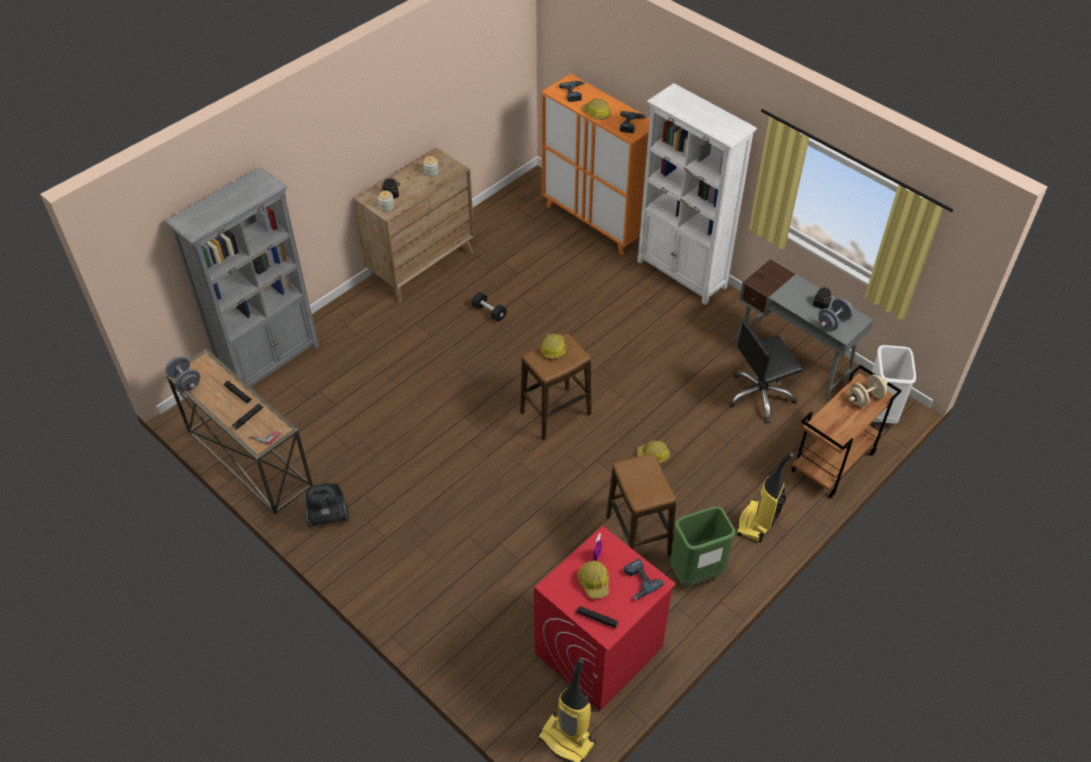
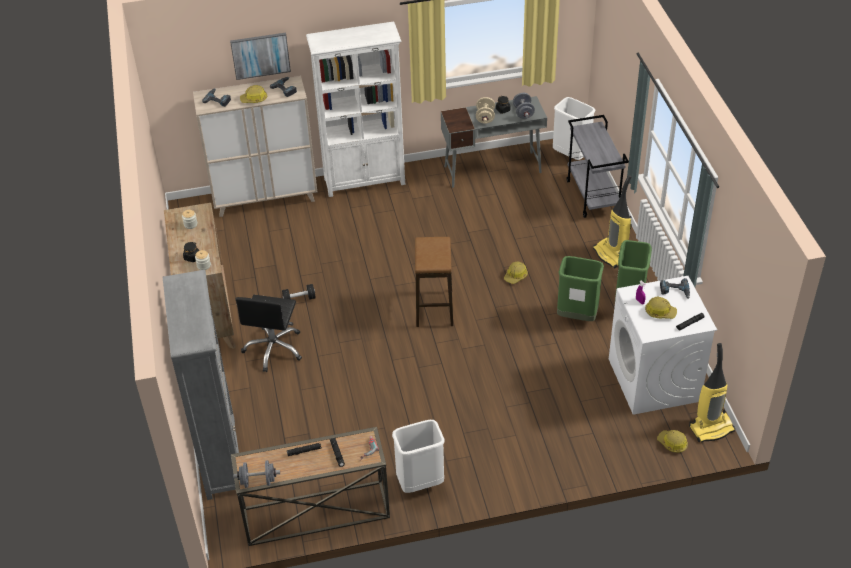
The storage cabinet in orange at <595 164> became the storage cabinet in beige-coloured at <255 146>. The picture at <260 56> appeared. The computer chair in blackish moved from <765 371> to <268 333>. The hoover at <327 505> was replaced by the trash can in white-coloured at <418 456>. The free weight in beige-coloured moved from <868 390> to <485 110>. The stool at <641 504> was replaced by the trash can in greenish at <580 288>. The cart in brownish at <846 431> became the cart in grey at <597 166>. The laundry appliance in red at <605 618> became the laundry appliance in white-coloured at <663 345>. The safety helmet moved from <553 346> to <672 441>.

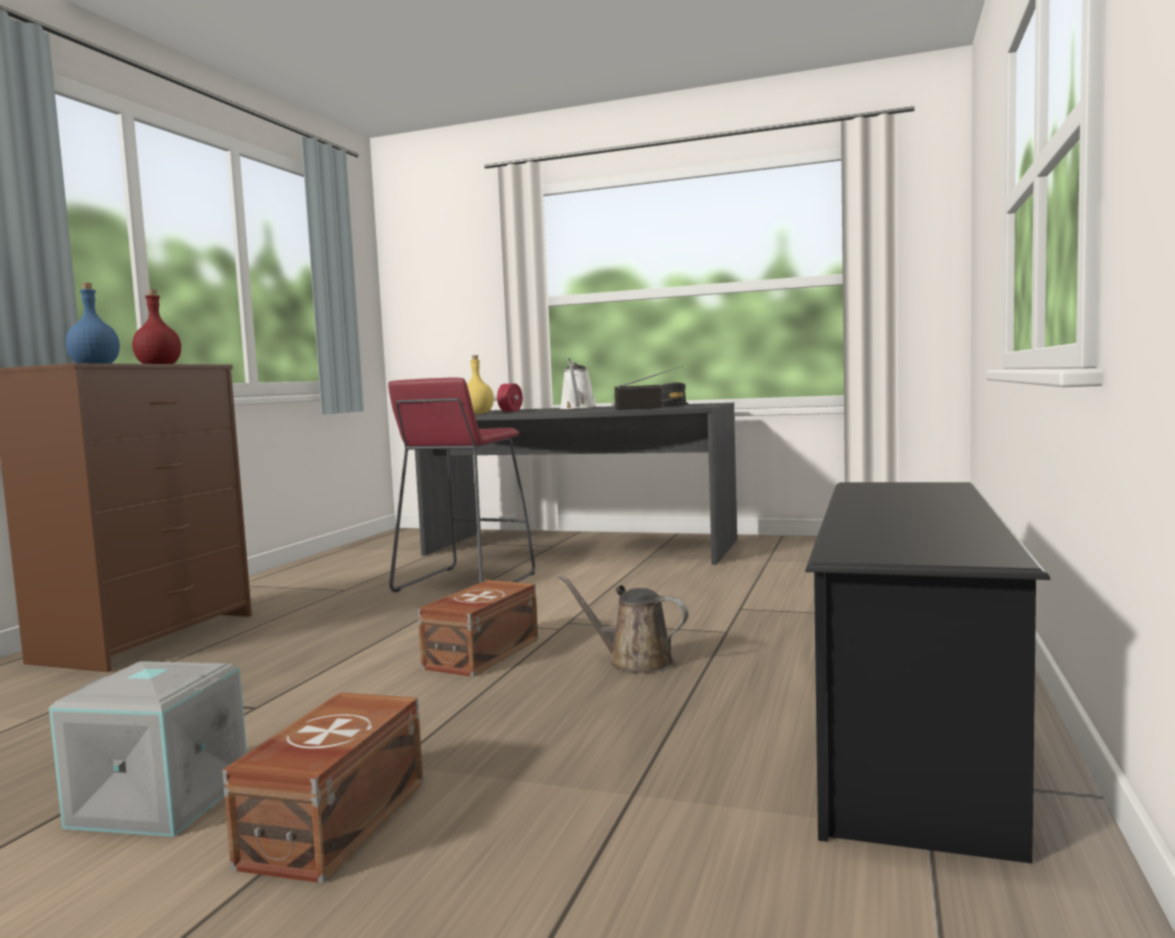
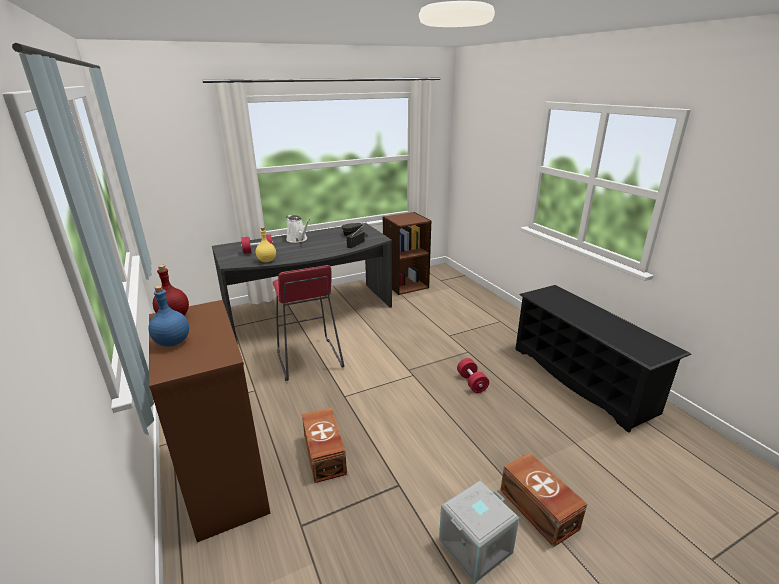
The storage box in brownish moved from <478 628> to <324 445>. The bookshelf in brownish at <407 253> appeared. The watering can in brownish at <623 623> was replaced by the free weight in red at <473 375>.

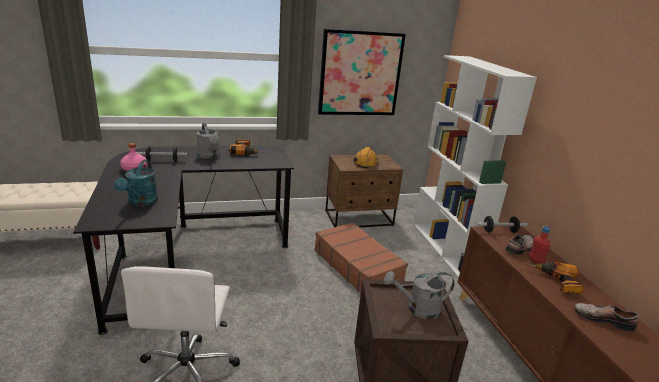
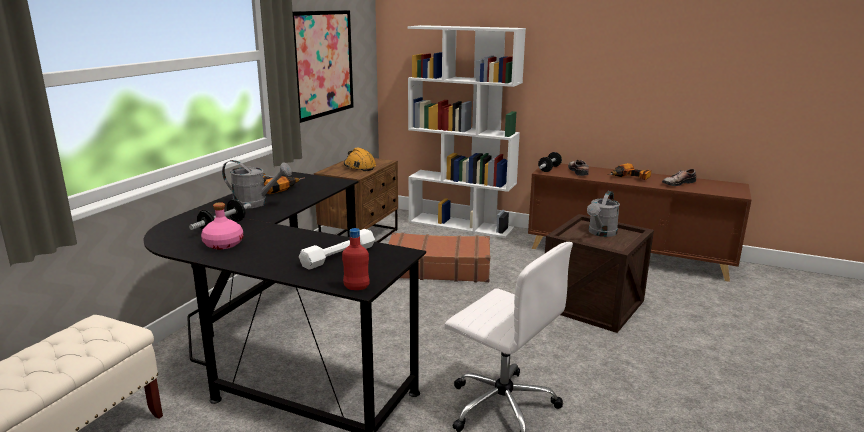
The watering can in blue-green at <136 182> was replaced by the free weight in white-coloured at <337 249>. The beverage bottle in red moved from <539 245> to <356 259>.

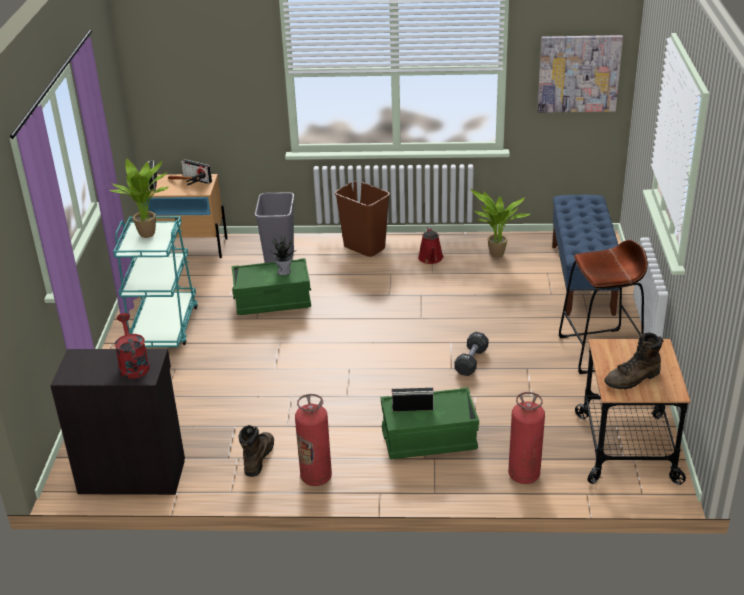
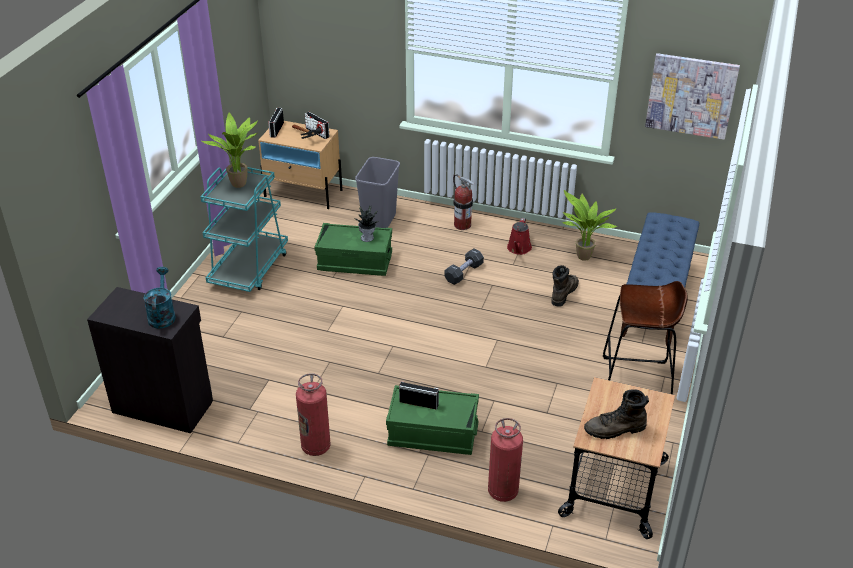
The watering can in red at <132 346> became the watering can in blue-green at <159 298>. The free weight in blackish moved from <471 354> to <464 267>. The trash can in brownish at <362 219> was replaced by the fire-fighting cylinder at <464 202>. The boot in brownish moved from <256 451> to <565 286>.

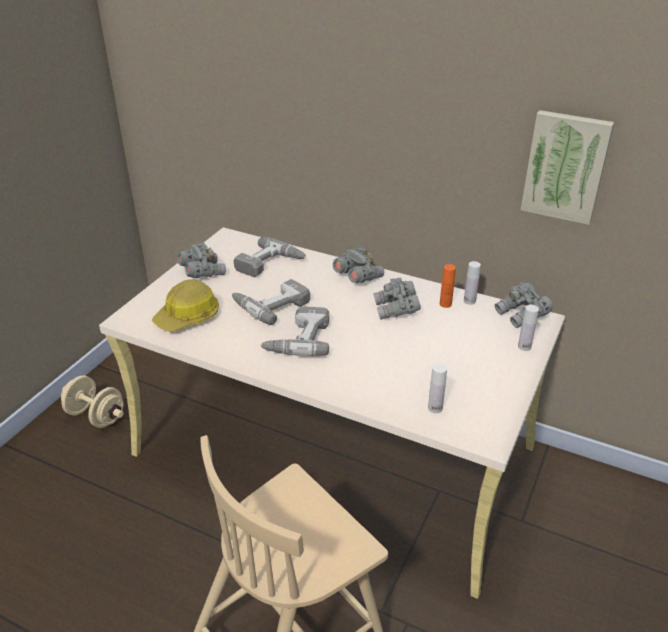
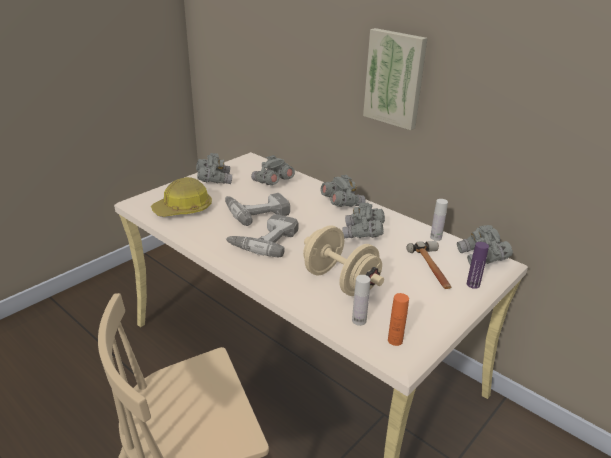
The power drill at <270 257> was replaced by the binoculars in grey at <273 170>. The free weight in beige-coloured moved from <92 401> to <343 260>. The picture moved from <567 167> to <395 79>. The beverage bottle in orange moved from <448 286> to <398 319>. The hammer at <429 265> appeared. The beverage bottle in white-coloured at <528 328> became the beverage bottle in purple-coloured at <478 265>.

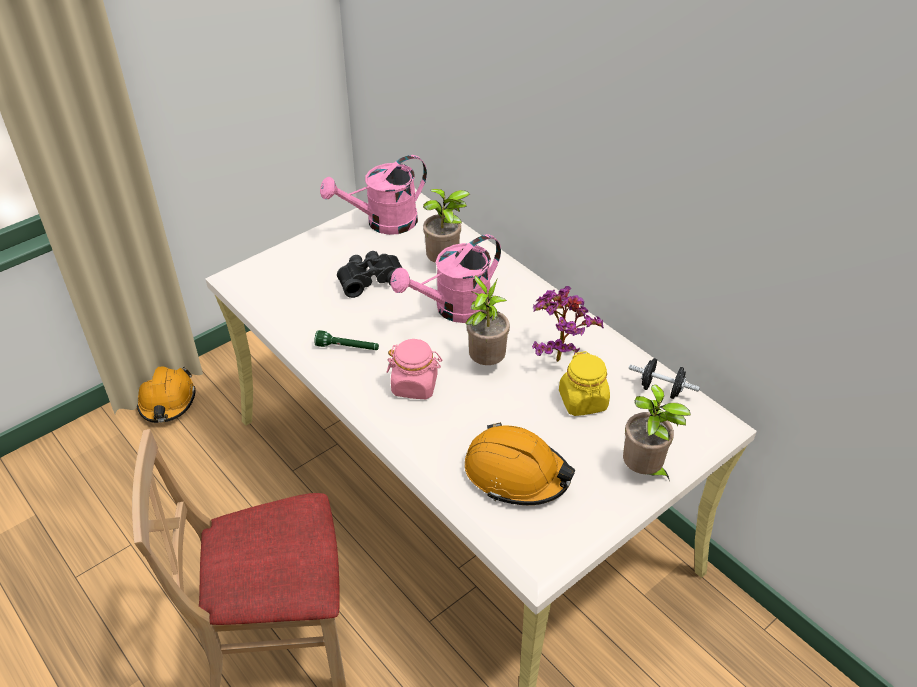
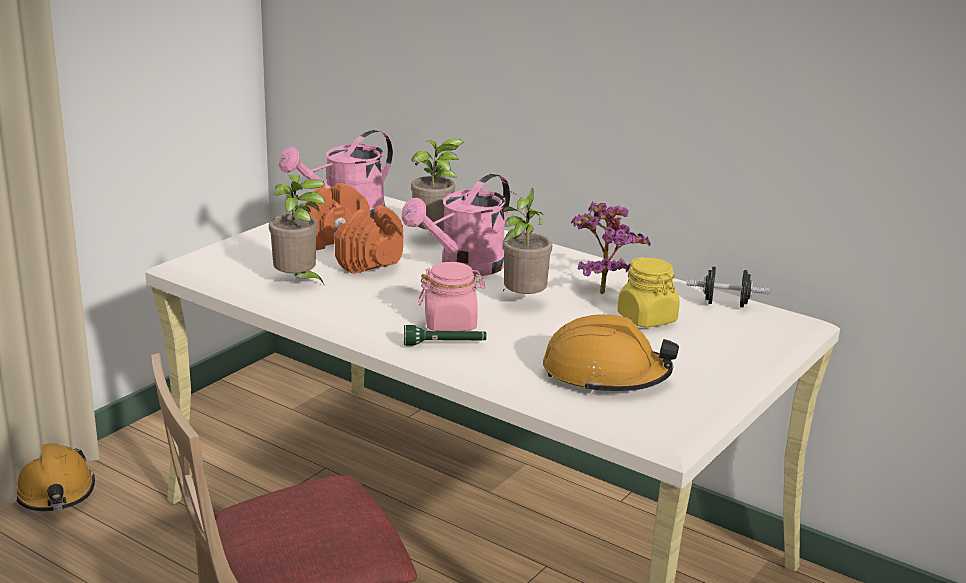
The houseplant moved from <657 433> to <297 229>. The binoculars in blackish at <369 274> was replaced by the free weight in orange at <354 228>. The hand torch in greenish moved from <346 340> to <445 335>.

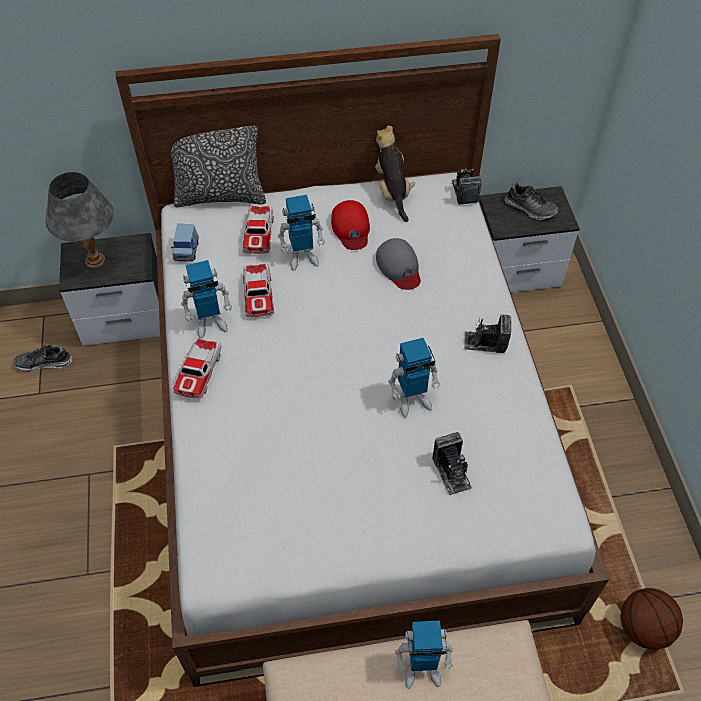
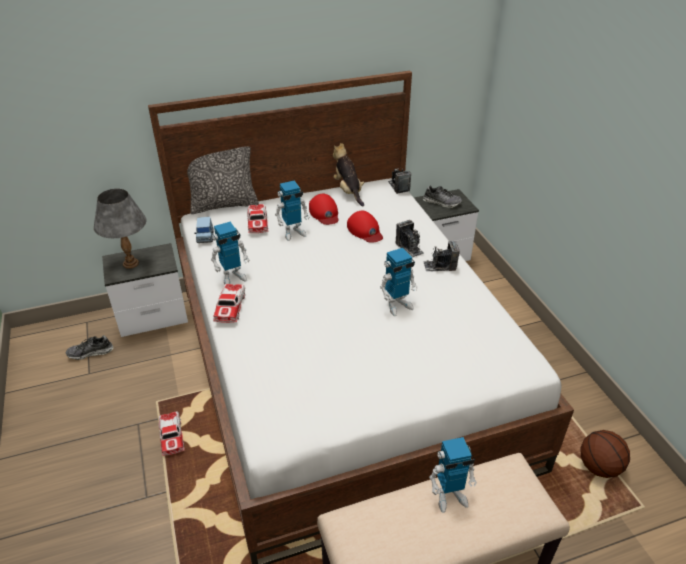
The miniature car moved from <258 290> to <171 434>. The peaked cap in grey at <398 264> became the peaked cap in red at <365 227>. The still camera moved from <452 464> to <410 238>.

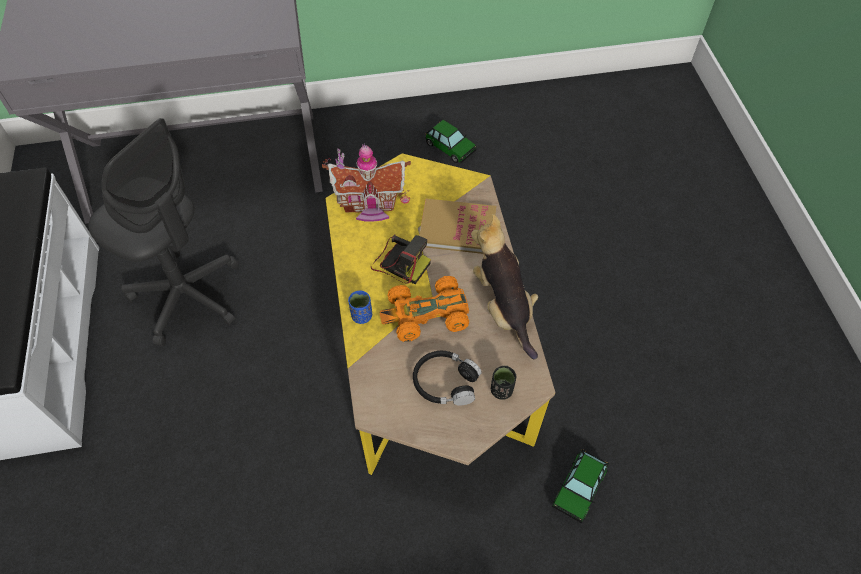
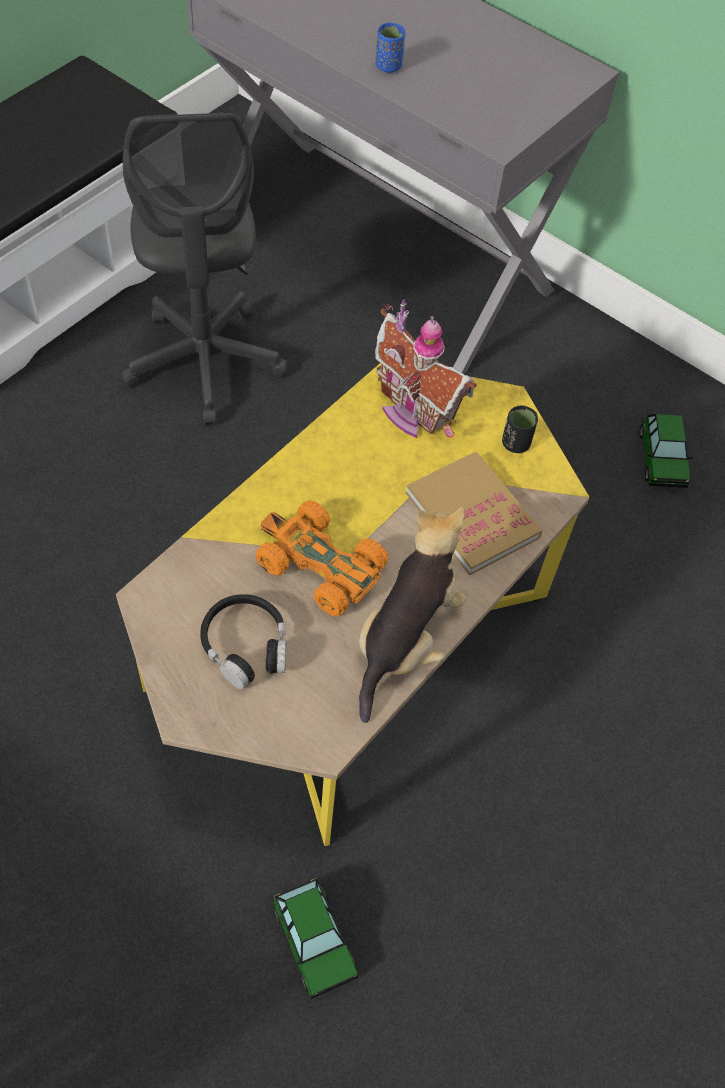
The miniature car at <580 486> turned 105 degrees counterclockwise. The drinking cup in bluish moved from <360 307> to <390 48>. The drinking cup in blackish moved from <503 383> to <520 429>. The still camera at <401 259> disappeared.

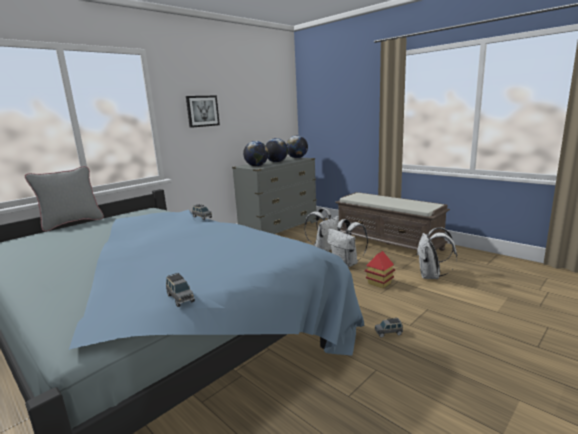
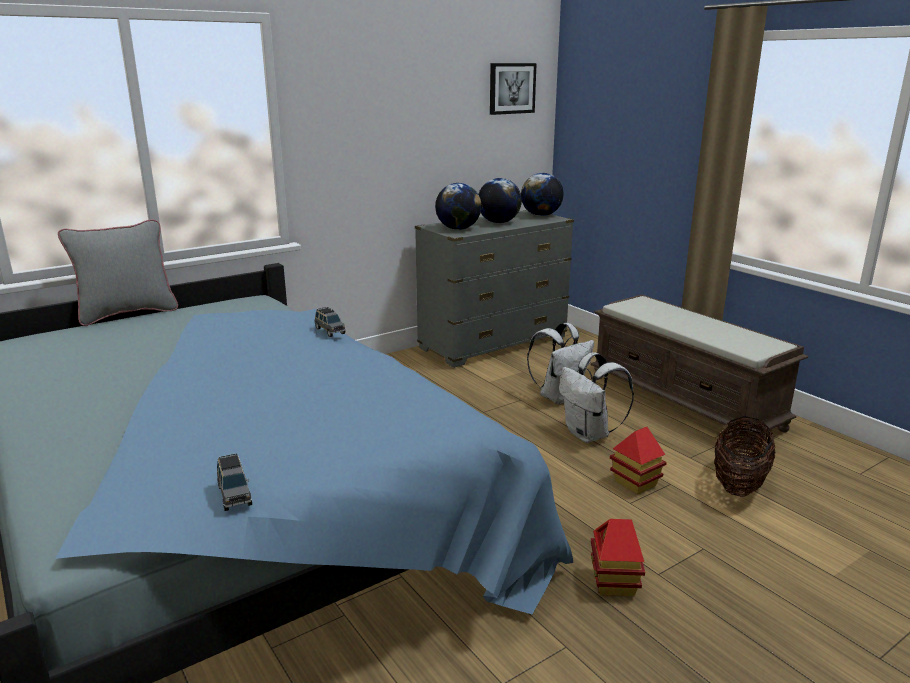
The picture moved from <203 112> to <513 89>. The miniature car in grey at <389 328> was replaced by the miniature house at <618 557>. The backpack in white-coloured at <437 253> was replaced by the household basket at <744 456>.

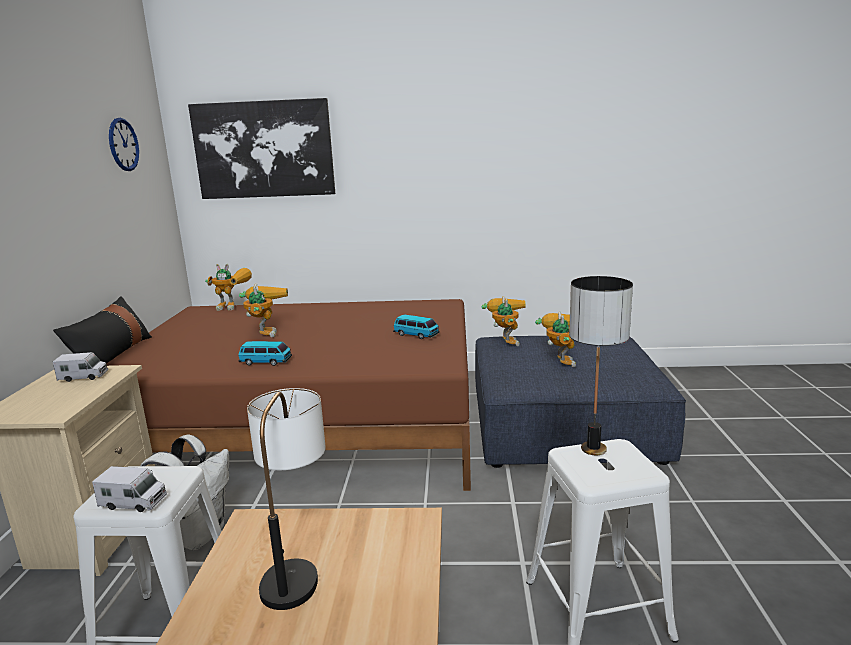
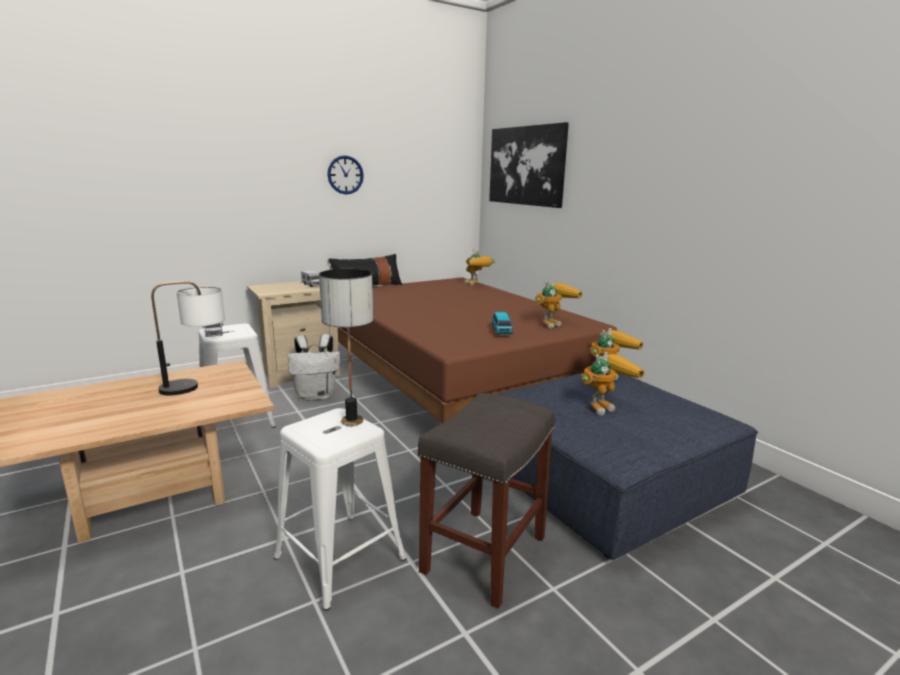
The clock on the wall moved from <124 144> to <345 174>. The stool in grey at <486 501> appeared. The toy robot moved from <263 310> to <559 304>. The miniature car at <265 353> disappeared.

